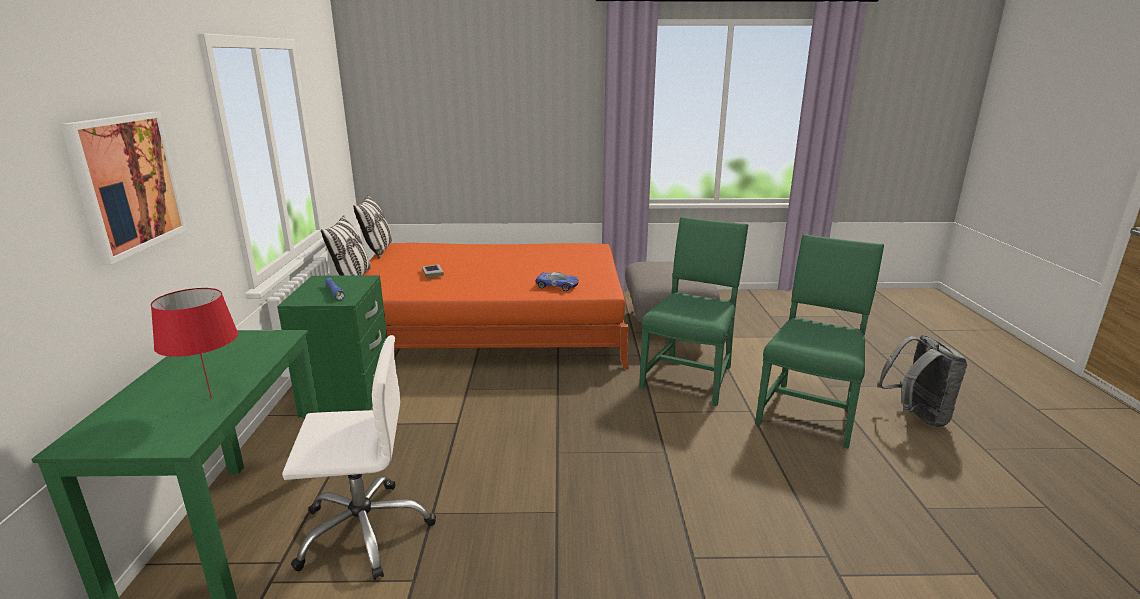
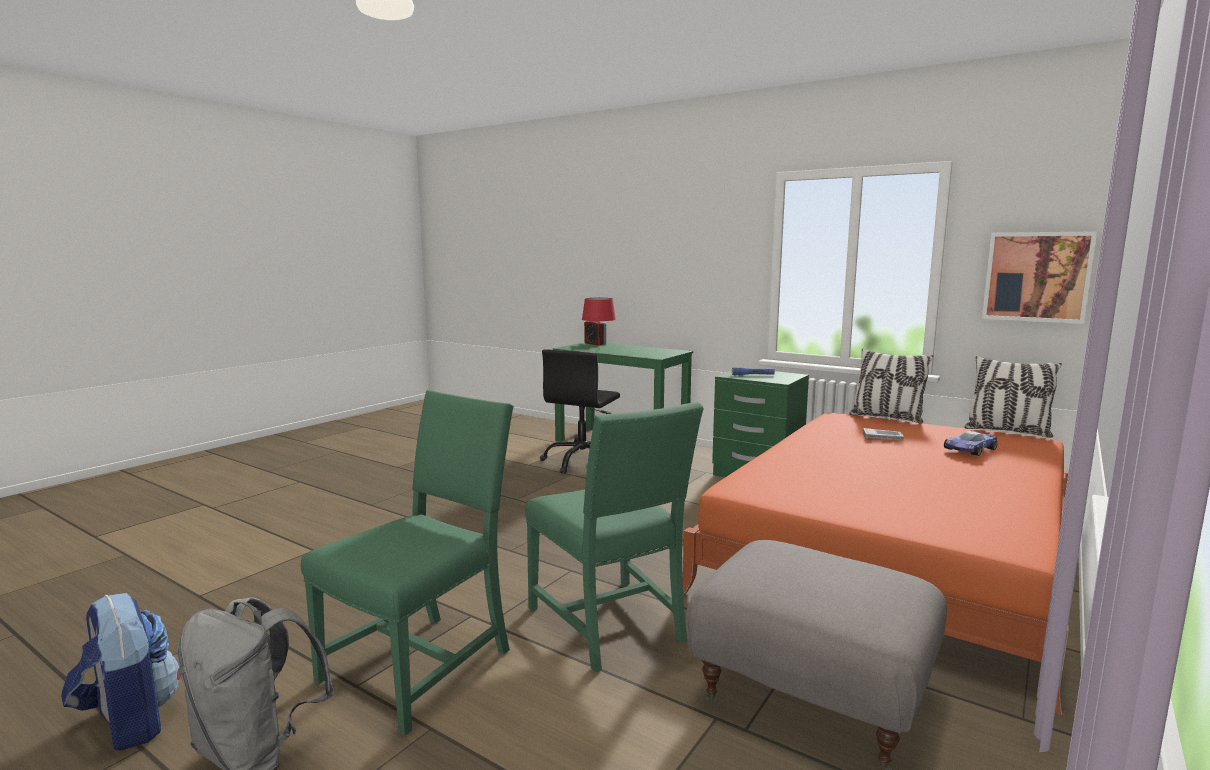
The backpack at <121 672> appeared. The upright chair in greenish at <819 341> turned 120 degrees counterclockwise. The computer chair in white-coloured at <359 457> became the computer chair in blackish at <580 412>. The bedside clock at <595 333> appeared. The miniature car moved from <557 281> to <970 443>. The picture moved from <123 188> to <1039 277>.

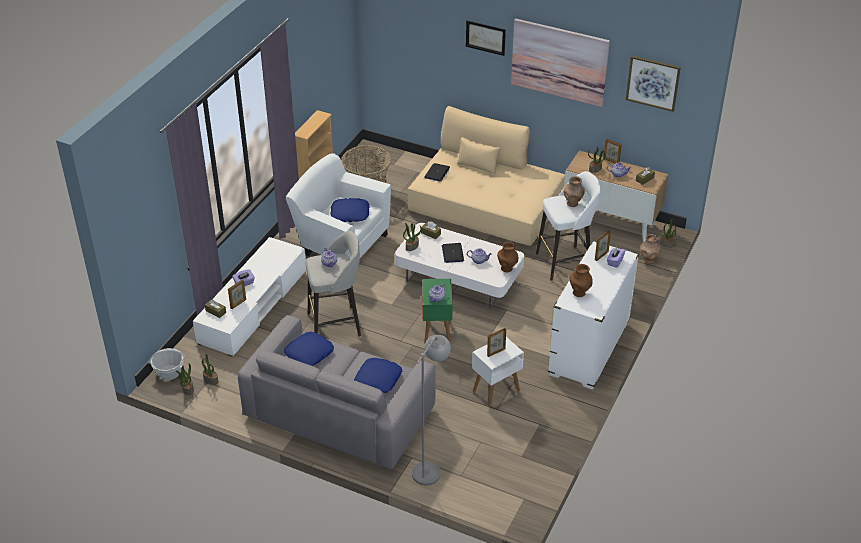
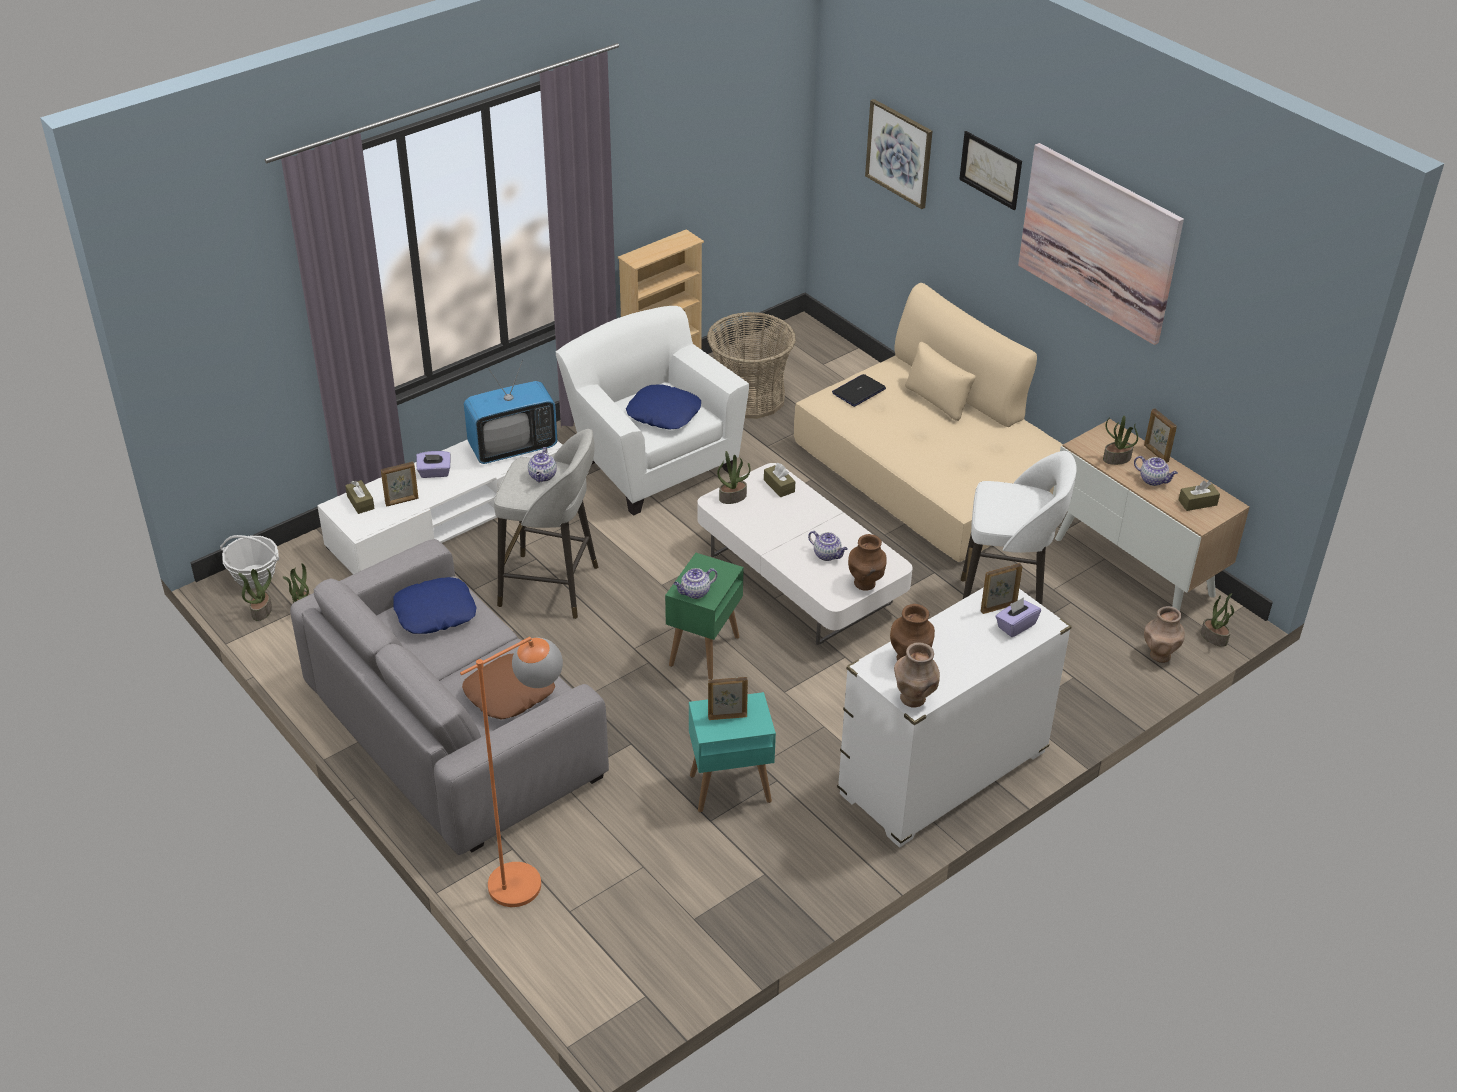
The floor lamp in grey at <431 410> became the floor lamp in orange at <511 772>. The cushion in bluish at <378 375> became the cushion in brownish at <508 687>. The television at <511 411> appeared. The accent table in white-coloured at <498 372> became the accent table in blue-green at <732 752>. The picture moved from <653 84> to <898 154>. The vase in brownish moved from <574 191> to <917 674>. The laptop at <453 253> disappeared.

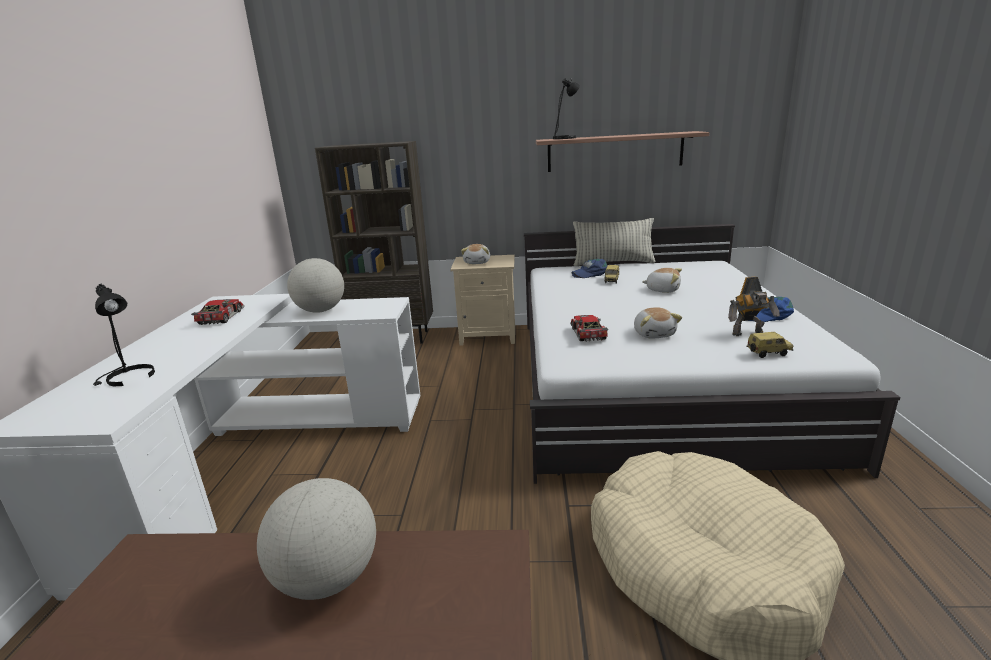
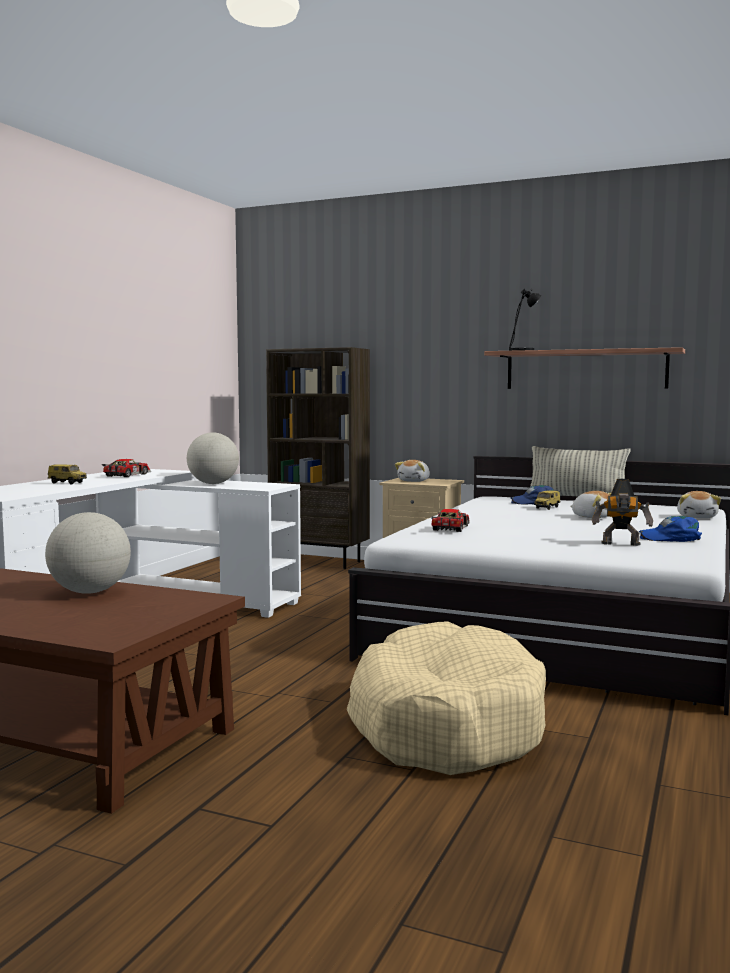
The miniature car moved from <769 345> to <67 474>. The soft toy moved from <658 322> to <699 504>. The lamp for a table in blackish at <124 335> disappeared.

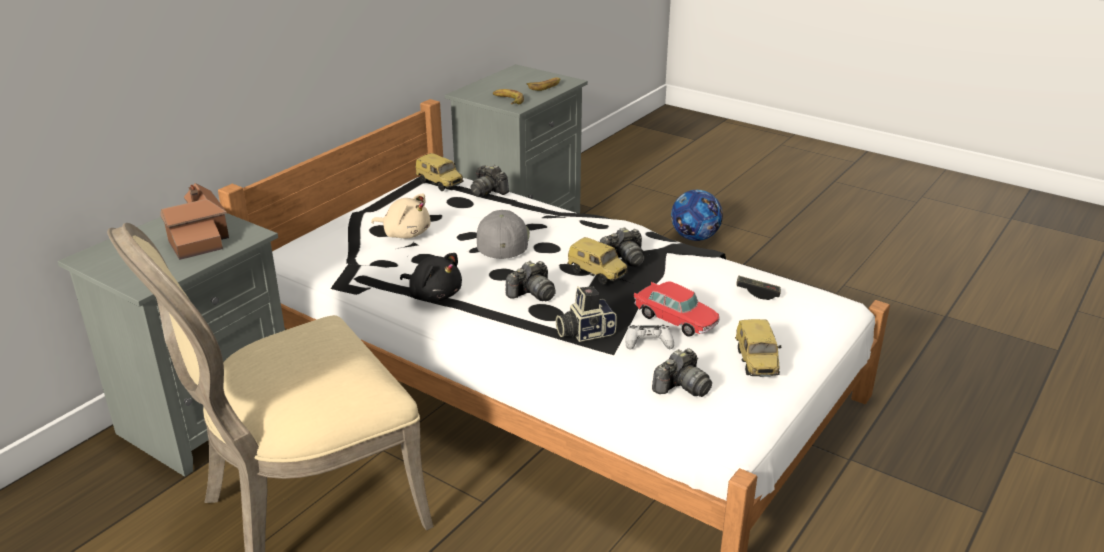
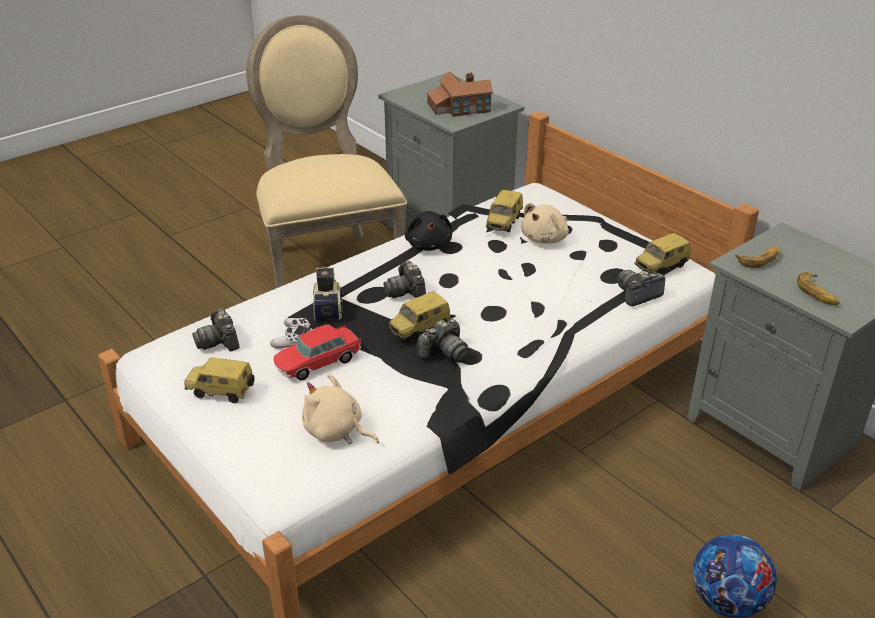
The joypad at <758 288> was replaced by the soft toy in beige-coloured at <340 408>. The soft toy in blackish at <431 277> turned 60 degrees counterclockwise. The still camera at <622 247> turned 120 degrees counterclockwise. The miniature car at <505 211> appeared. The peaked cap in grey at <503 234> disappeared.

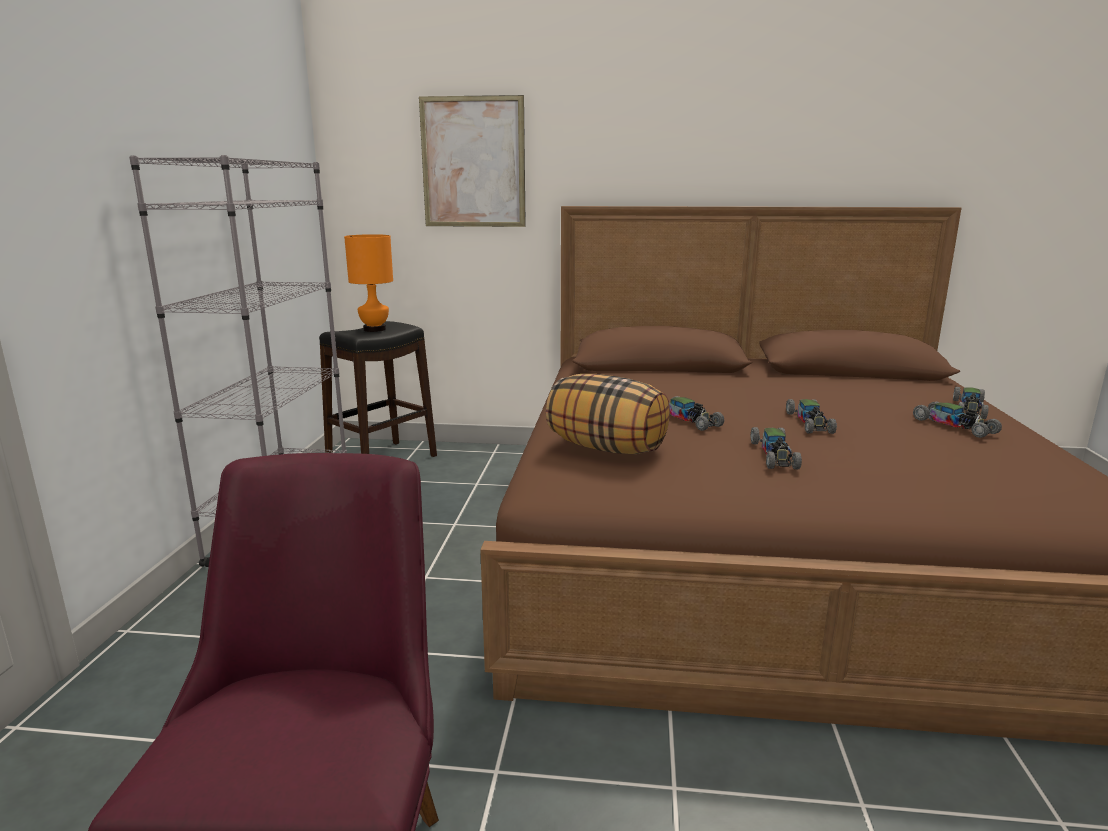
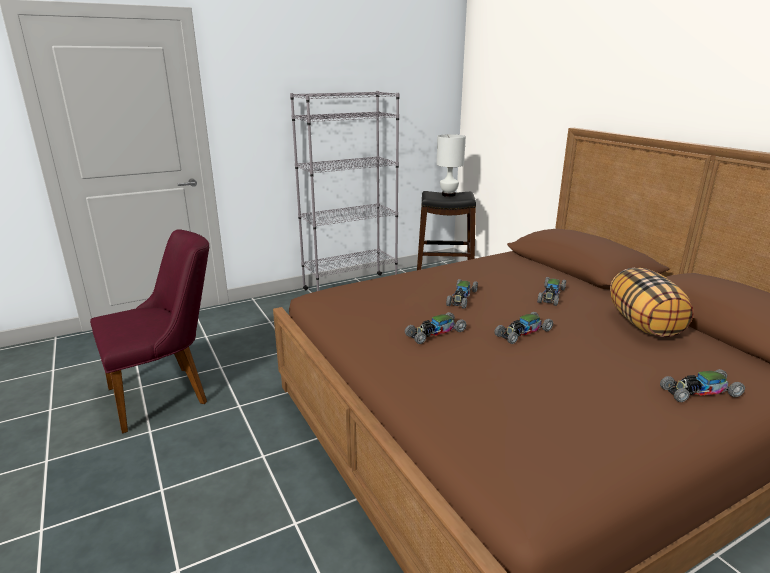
The lamp for a table in orange at <368 283> became the lamp for a table in white-coloured at <451 165>. The miniature car moved from <957 420> to <552 291>. The cushion moved from <608 414> to <652 302>. The picture at <472 161> disappeared.

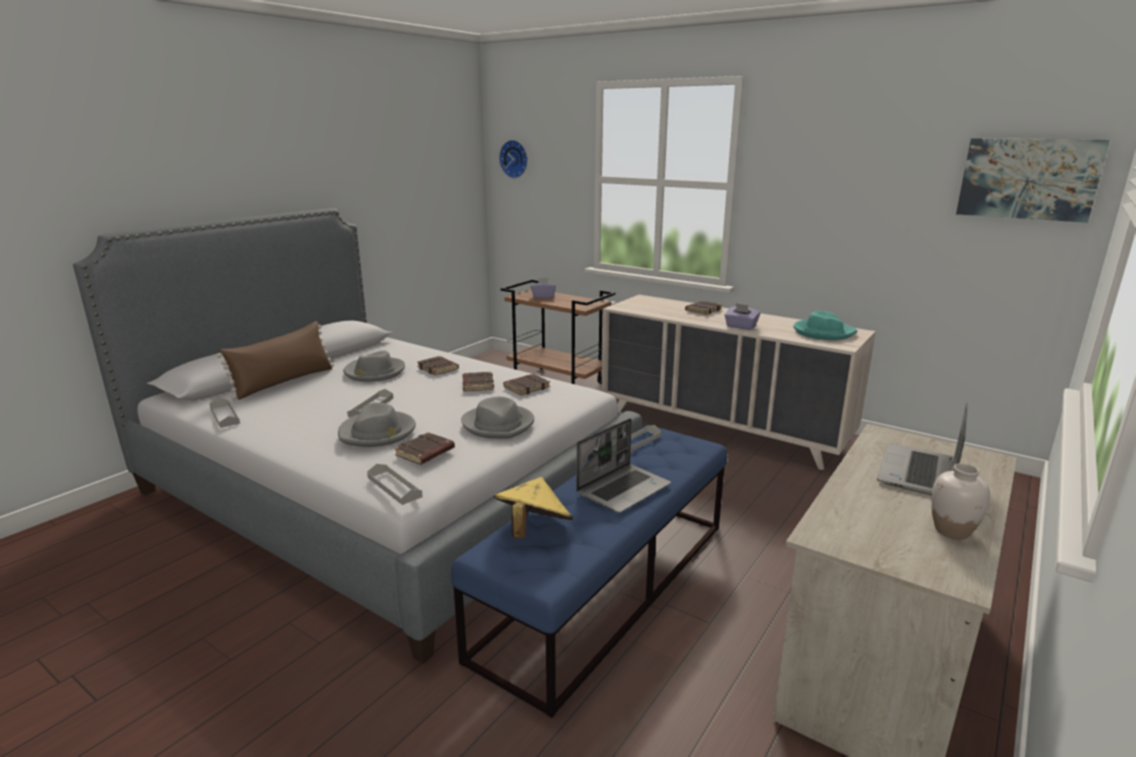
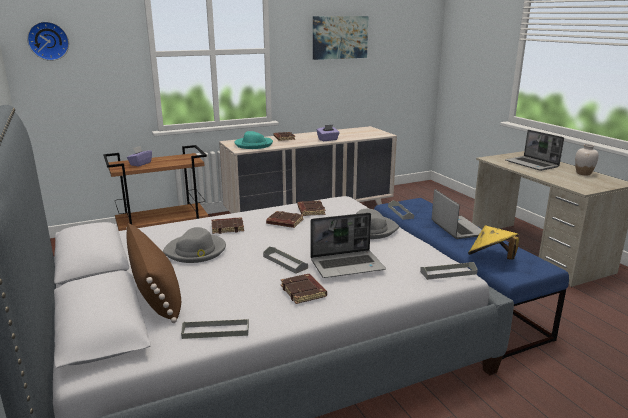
The hat in blue-green moved from <825 325> to <253 140>. The volume in brownish moved from <424 448> to <304 289>. The hat in grey at <377 425> was replaced by the laptop at <348 245>. The picture moved from <1033 180> to <340 38>.

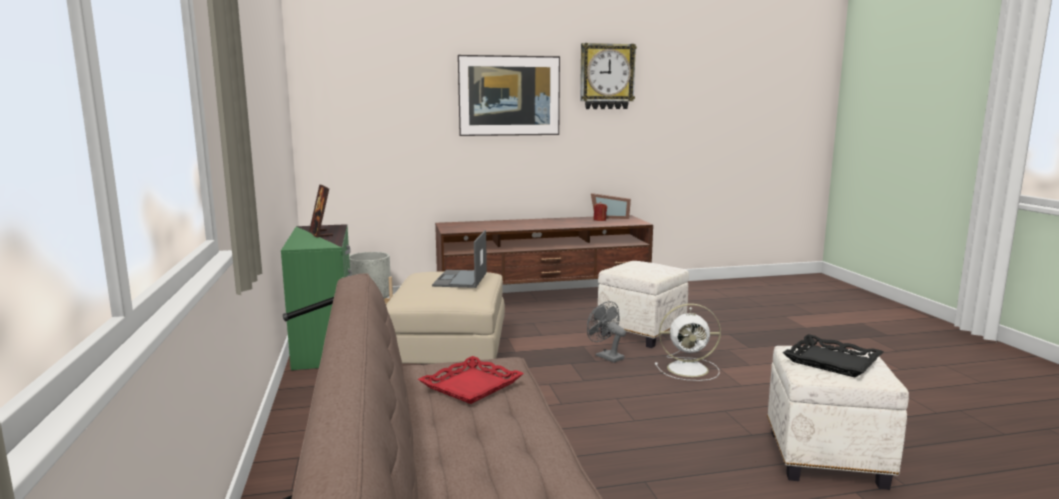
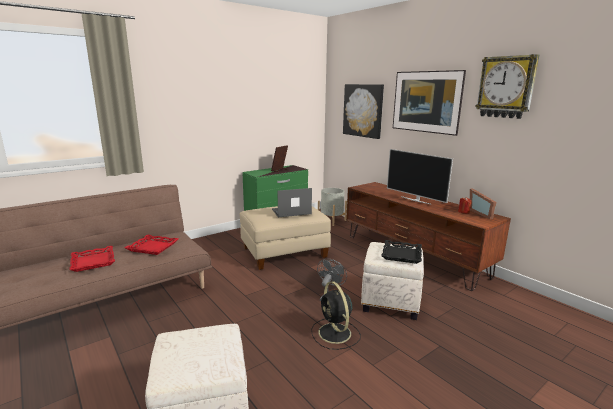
The serving tray in red at <92 259> appeared. The cooling fan in white-coloured at <688 342> became the cooling fan in blackish at <336 315>. The picture at <363 111> appeared. The serving tray in blackish moved from <833 355> to <401 252>. The television at <420 177> appeared.

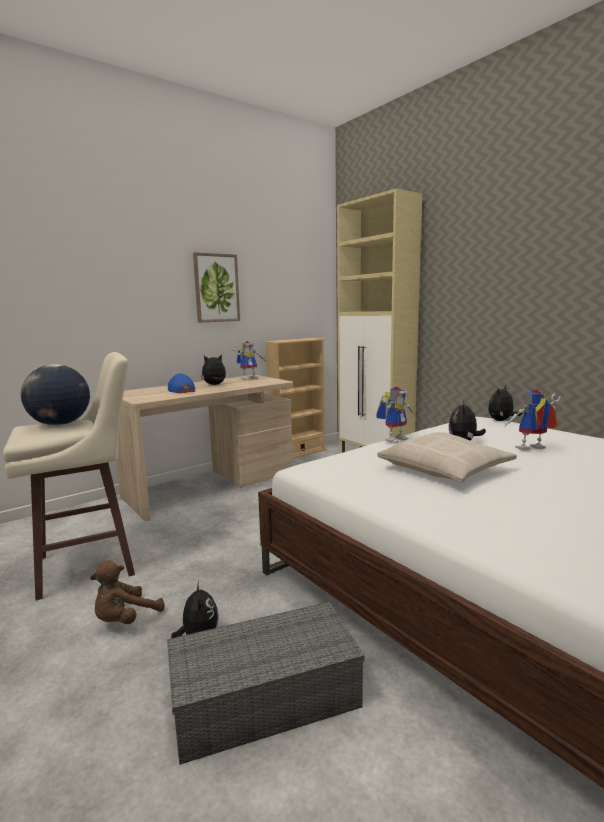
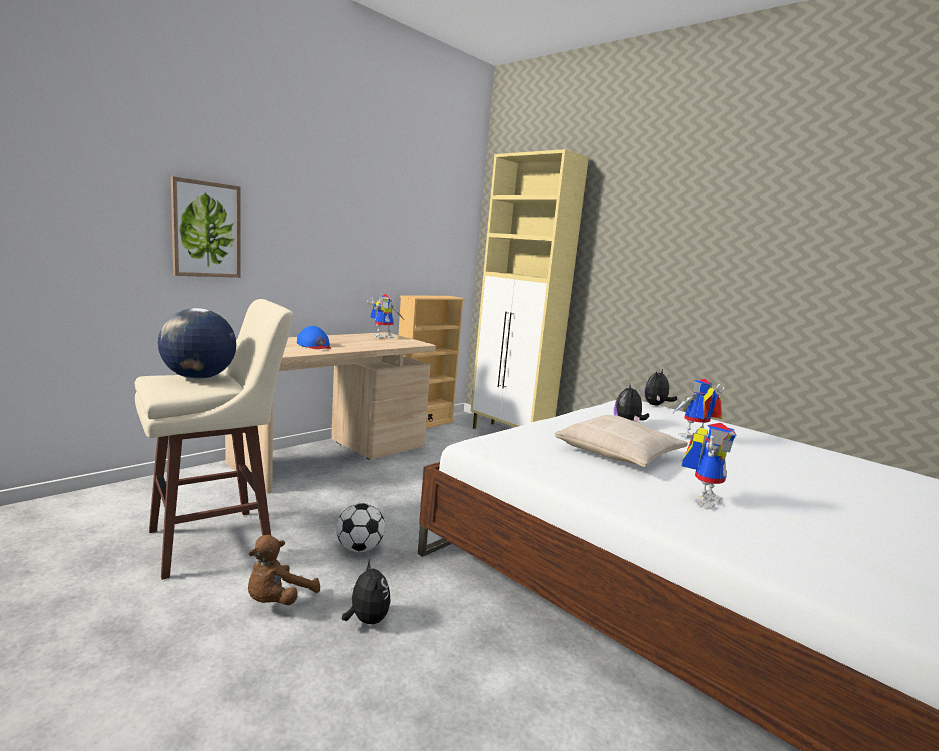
The picture moved from <216 287> to <206 227>. The football ball at <360 527> appeared. The toy robot moved from <395 415> to <709 465>. The storage box in grey at <265 683> disappeared. The soft toy at <213 369> disappeared.

